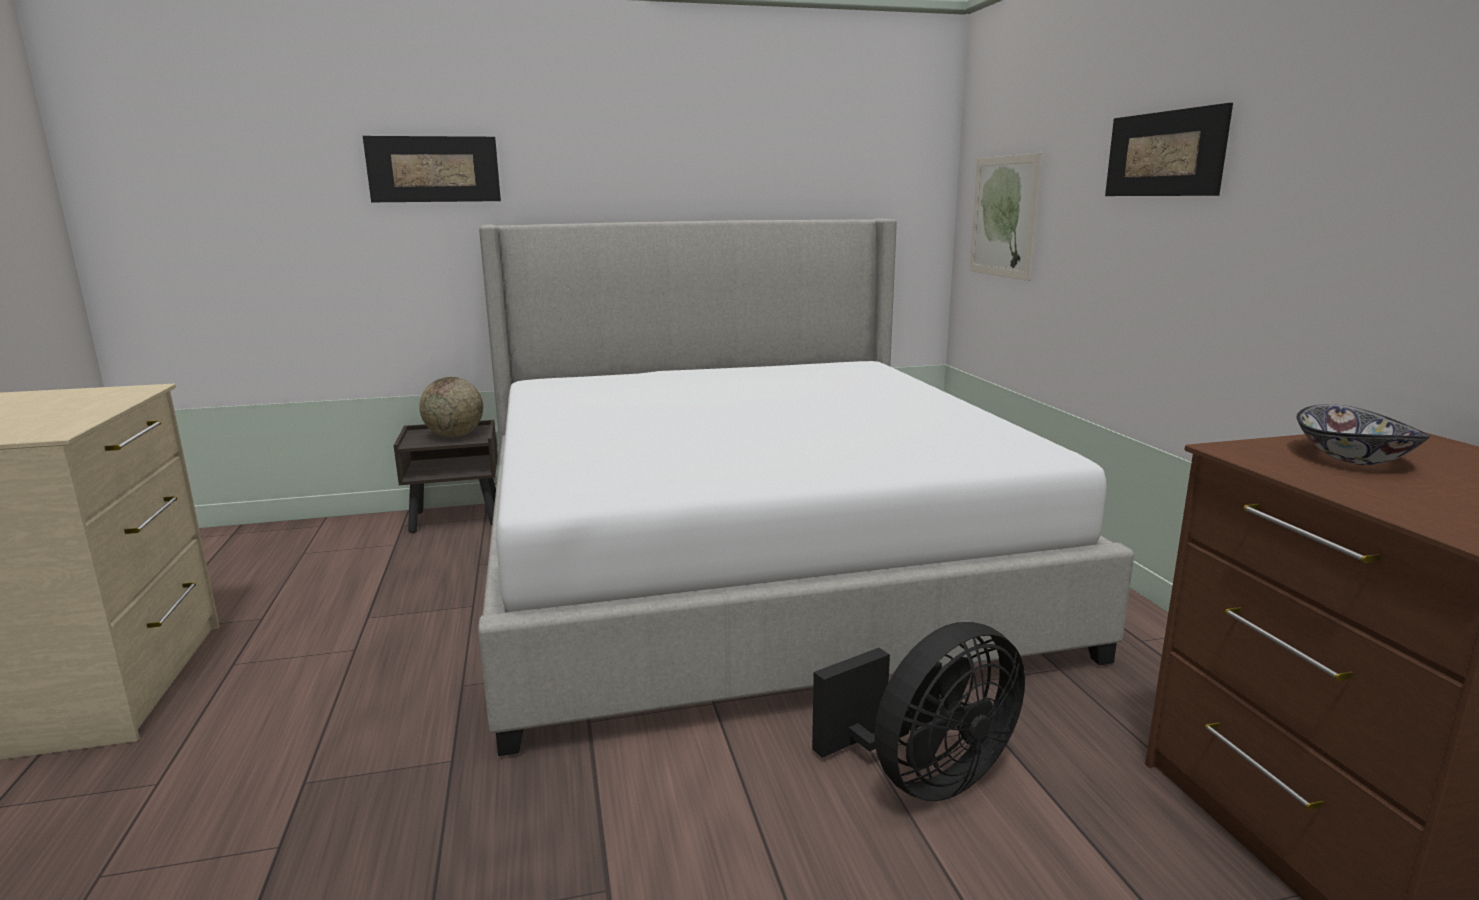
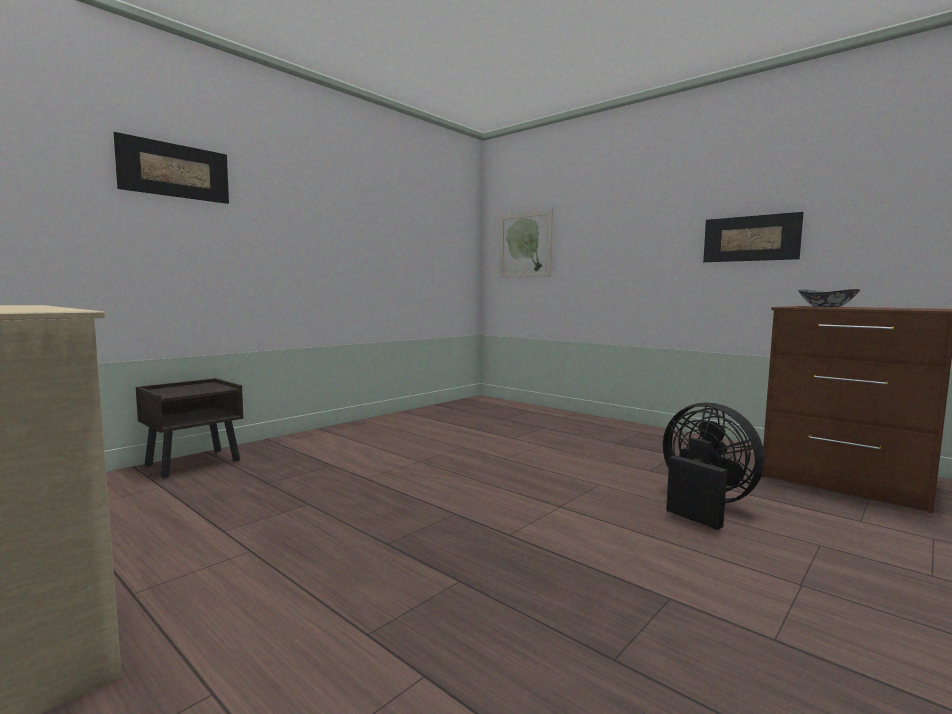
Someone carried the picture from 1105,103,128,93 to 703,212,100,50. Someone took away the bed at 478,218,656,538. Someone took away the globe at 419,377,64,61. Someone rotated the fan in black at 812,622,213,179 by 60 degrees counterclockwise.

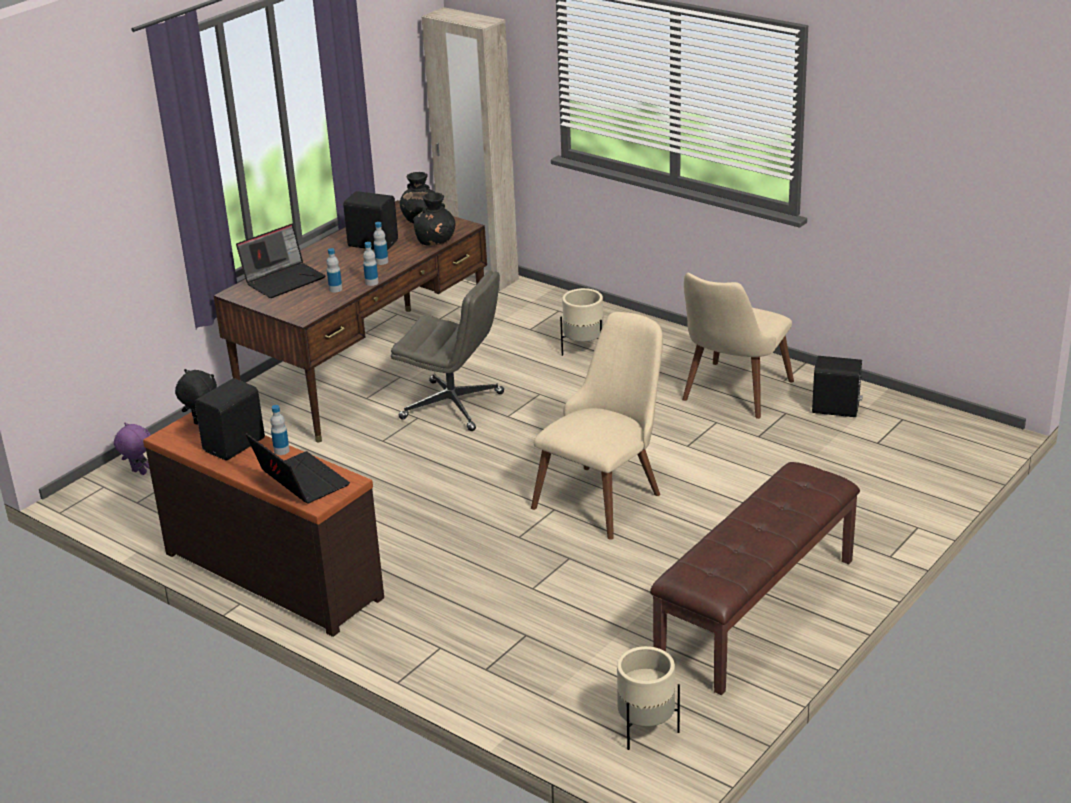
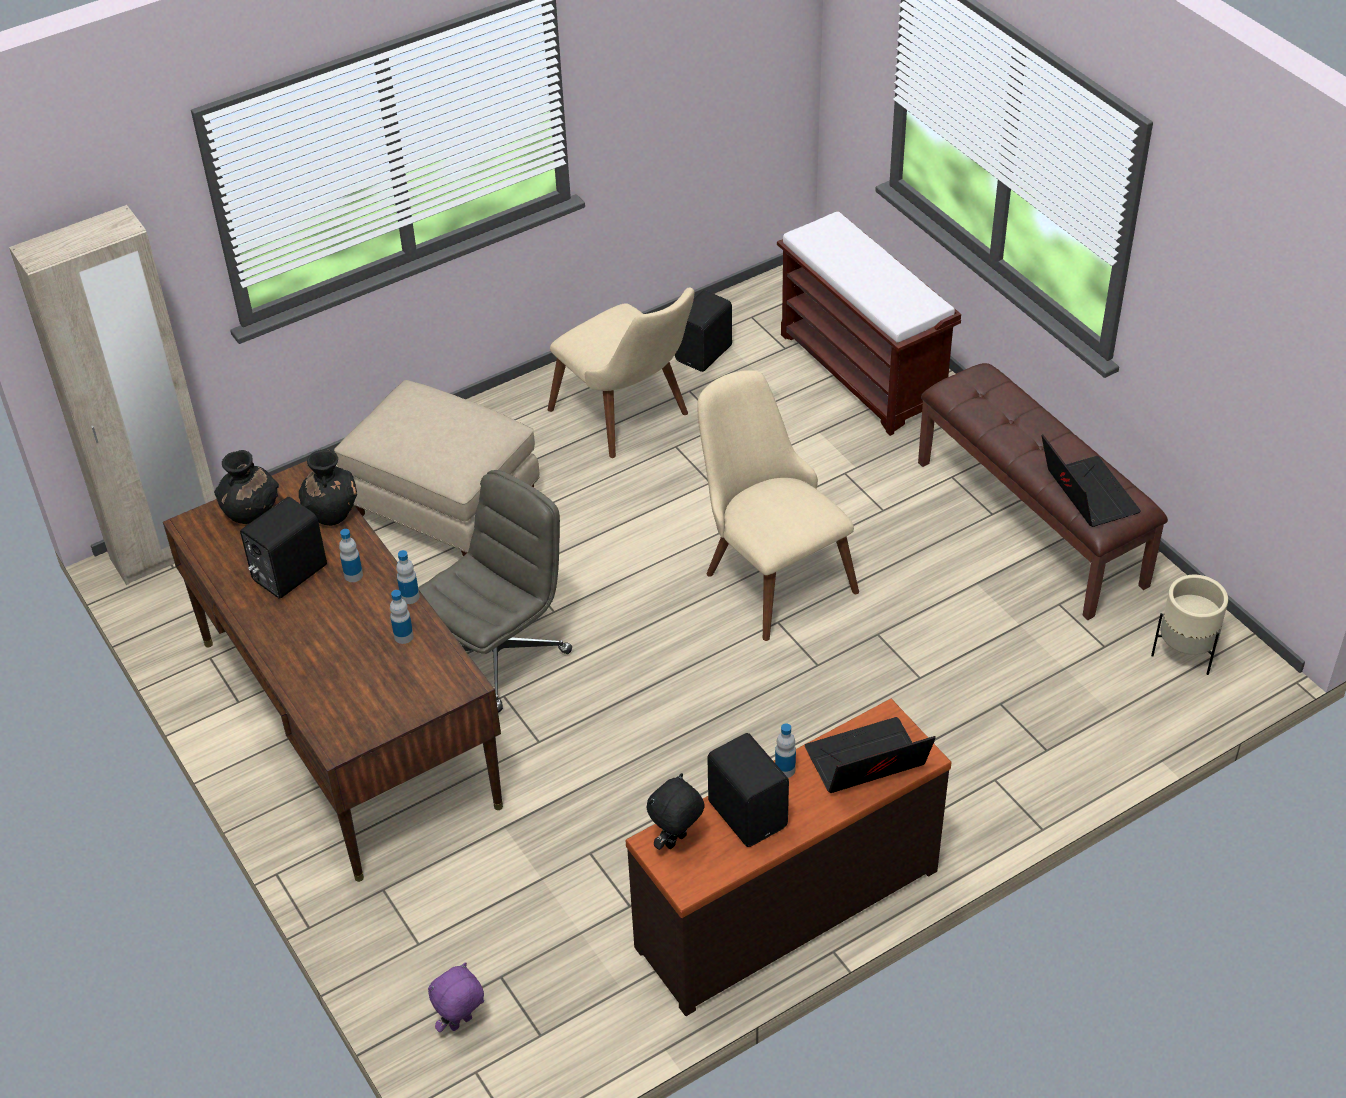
Someone carried the laptop from 236,224,90,74 to 1041,434,100,93. Someone swapped the planter in beige at 560,288,44,68 for the ottoman in beige at 334,380,205,177. Someone put down the bench in brown at 777,211,184,225.

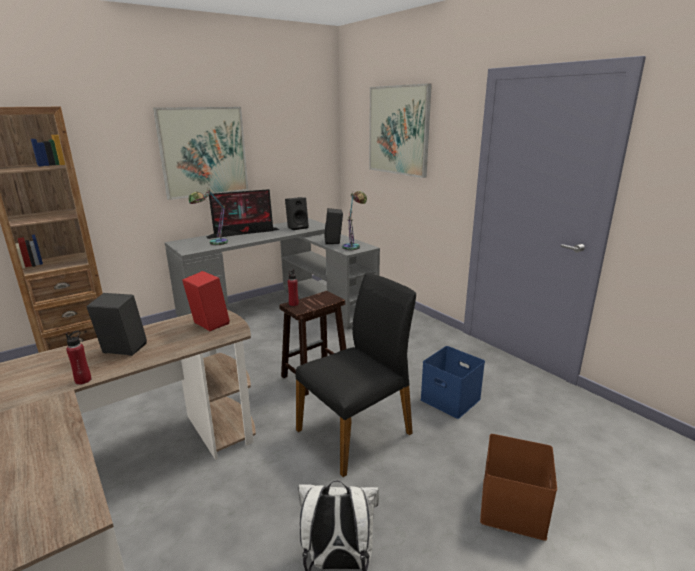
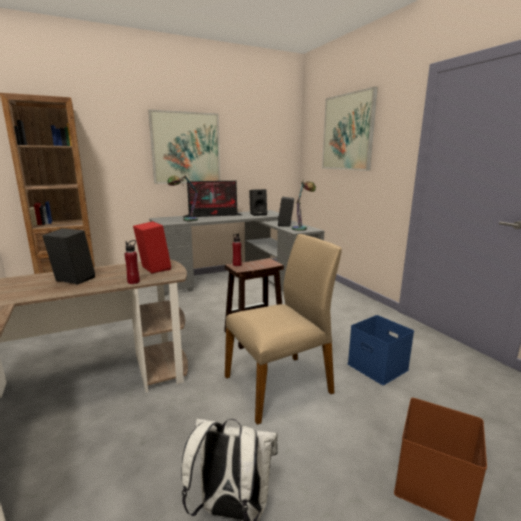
Someone repainted the chair in black at 296,273,120,204, which became the chair in beige at 225,234,117,191. Someone carried the bottle in red from 66,331,25,54 to 125,240,15,44.

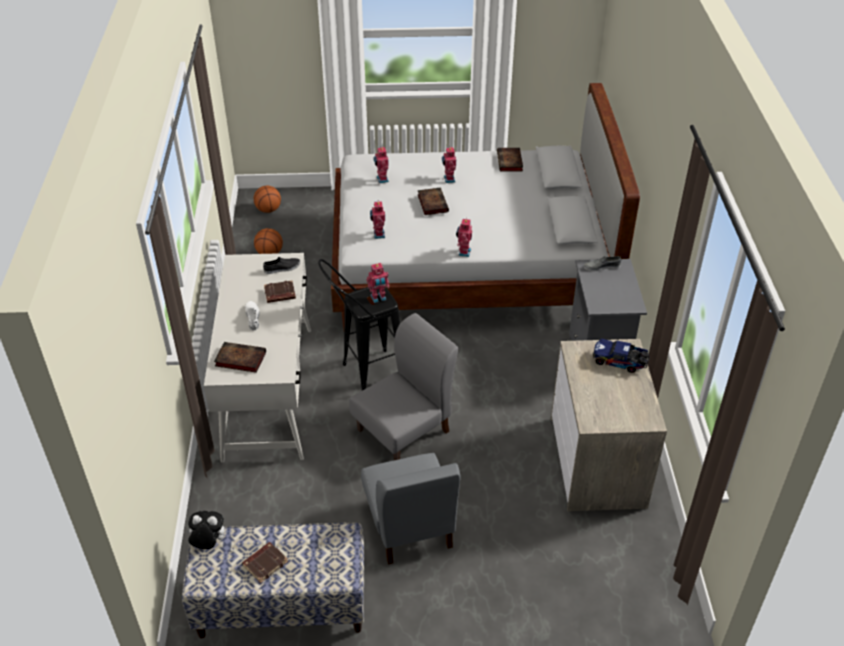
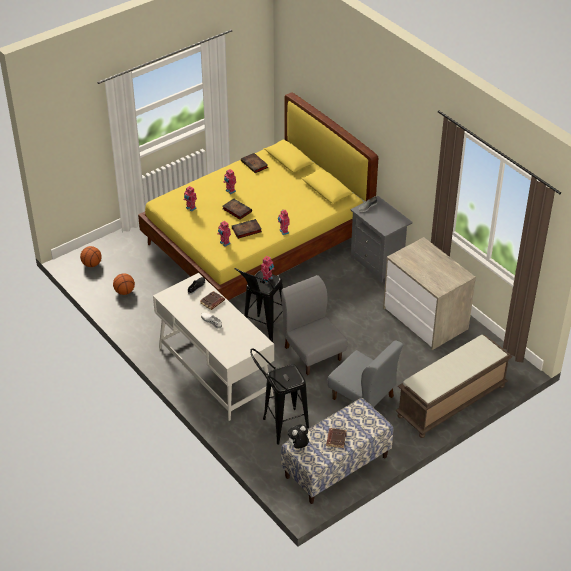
Someone repainted the bed in white at 331,83,309,246, which became the bed in yellow at 138,93,240,207. Someone rotated the chair in grey at 349,313,109,147 by 45 degrees counterclockwise. Someone took away the toy truck at 593,338,57,35. Someone carried the book from 214,342,52,31 to 232,219,30,20. Someone put down the bench in brown at 396,334,116,104. Someone put down the stool in black at 250,348,59,97.

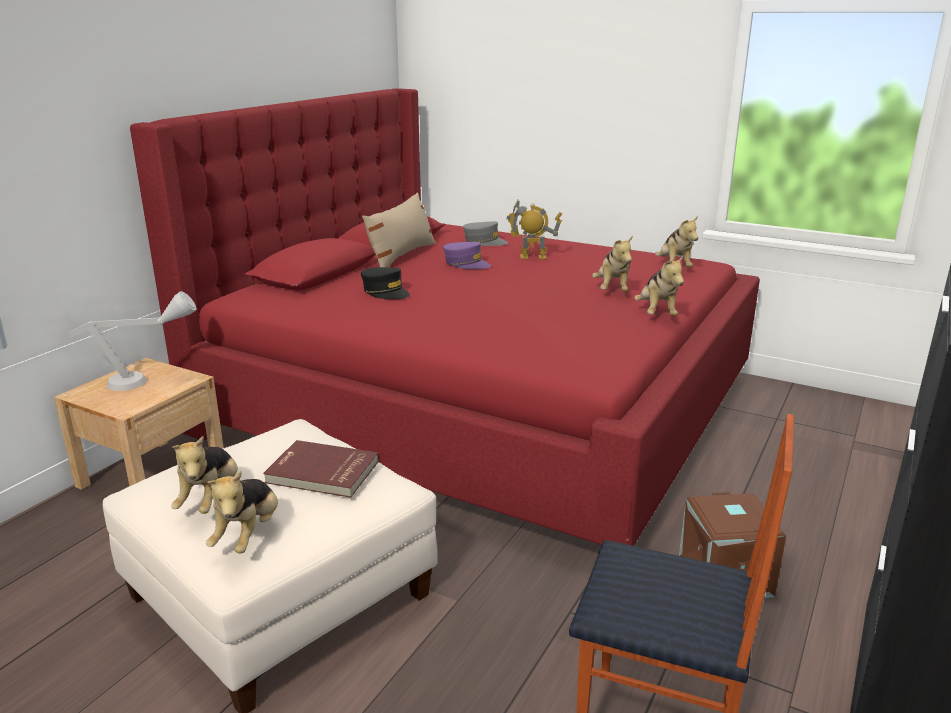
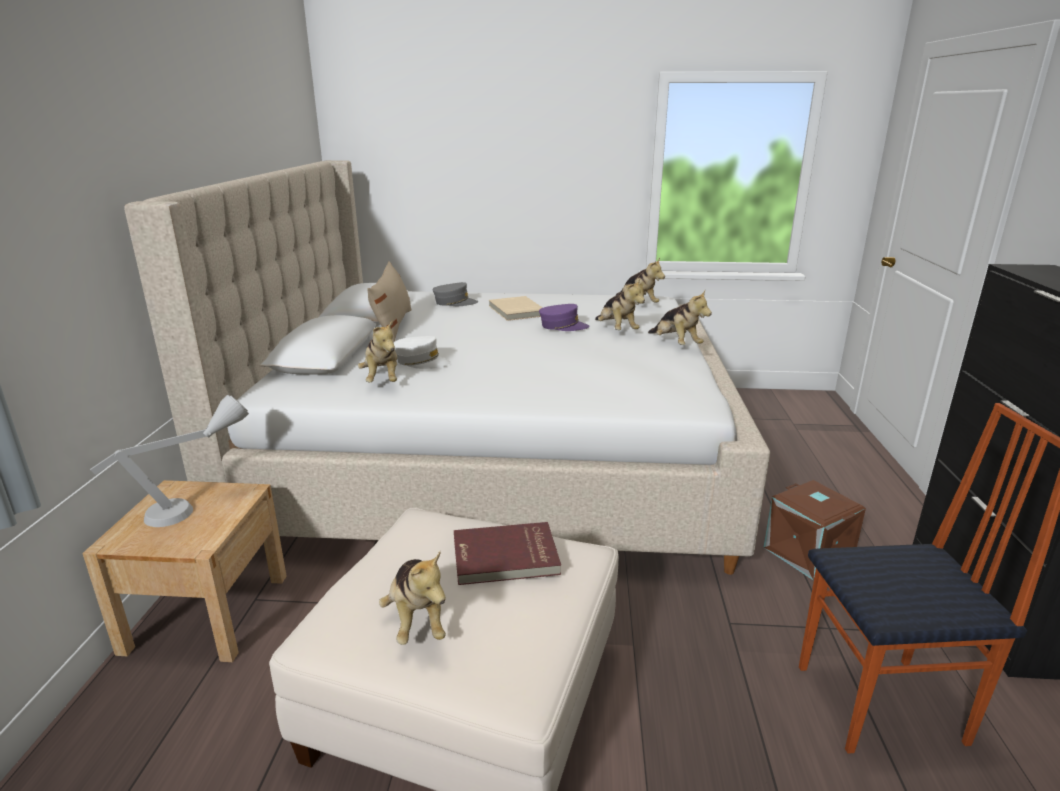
Someone repainted the bed in red at 130,88,630,458, which became the bed in beige at 124,160,646,415. Someone swapped the toy robot at 507,200,55,59 for the book in beige at 489,296,54,25. Someone carried the cap in purple from 443,242,48,27 to 539,304,50,27. Someone repainted the cap in black at 361,267,49,32, which became the cap in white at 394,336,57,33. Someone carried the plush toy from 206,471,72,83 to 358,320,39,62.

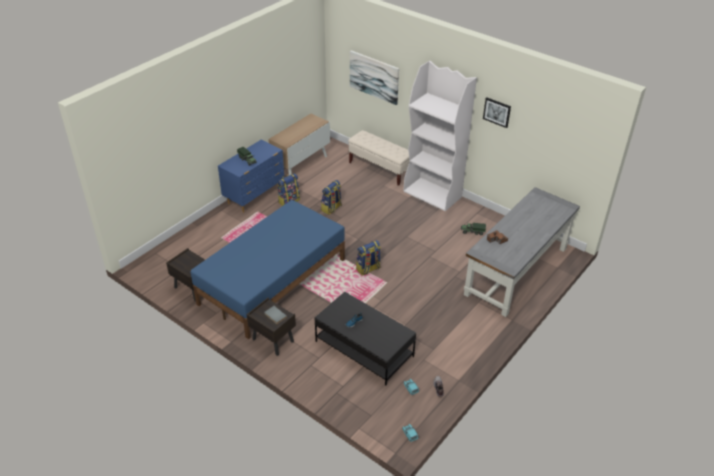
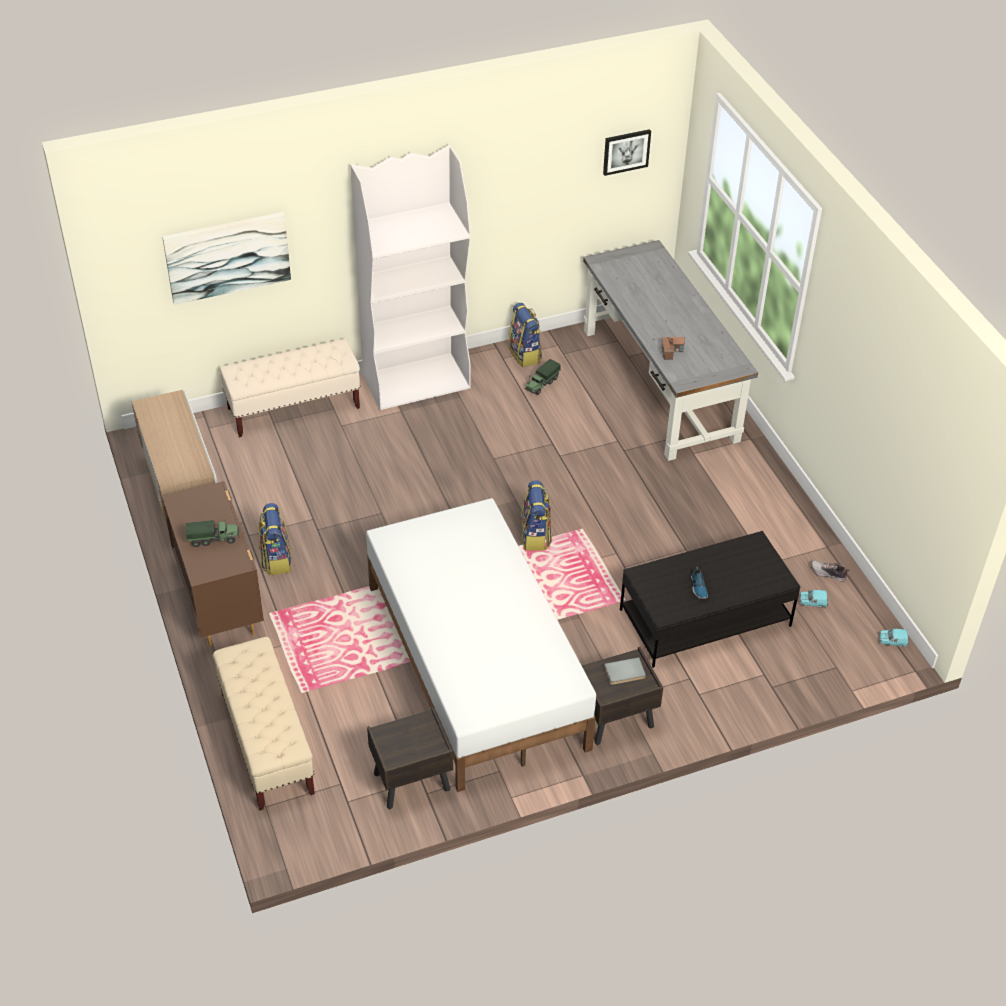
Someone carried the picture from 483,98,28,30 to 603,129,48,47. Someone repainted the dresser in blue at 218,140,66,73, which became the dresser in brown at 162,481,102,166. Someone carried the backpack from 321,180,21,35 to 509,303,33,64. Someone repainted the bed in blue at 190,200,155,139, which became the bed in white at 366,498,230,294. Someone put down the bench in beige at 213,637,102,173.

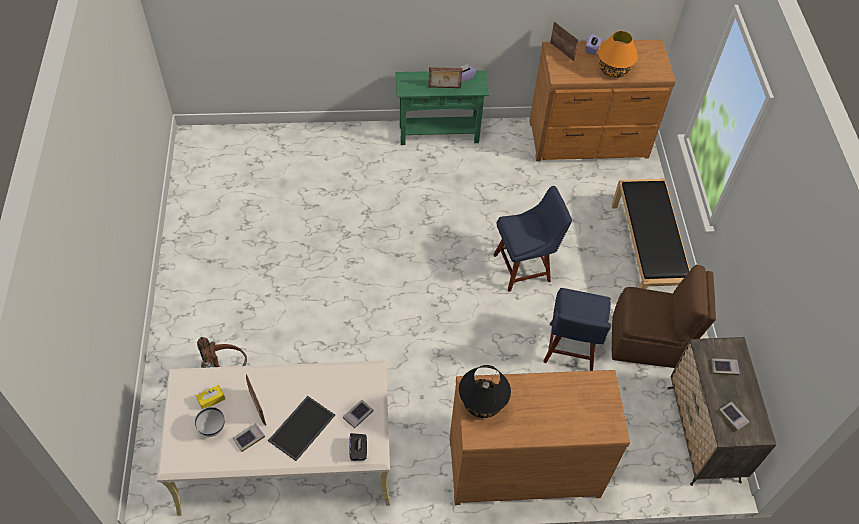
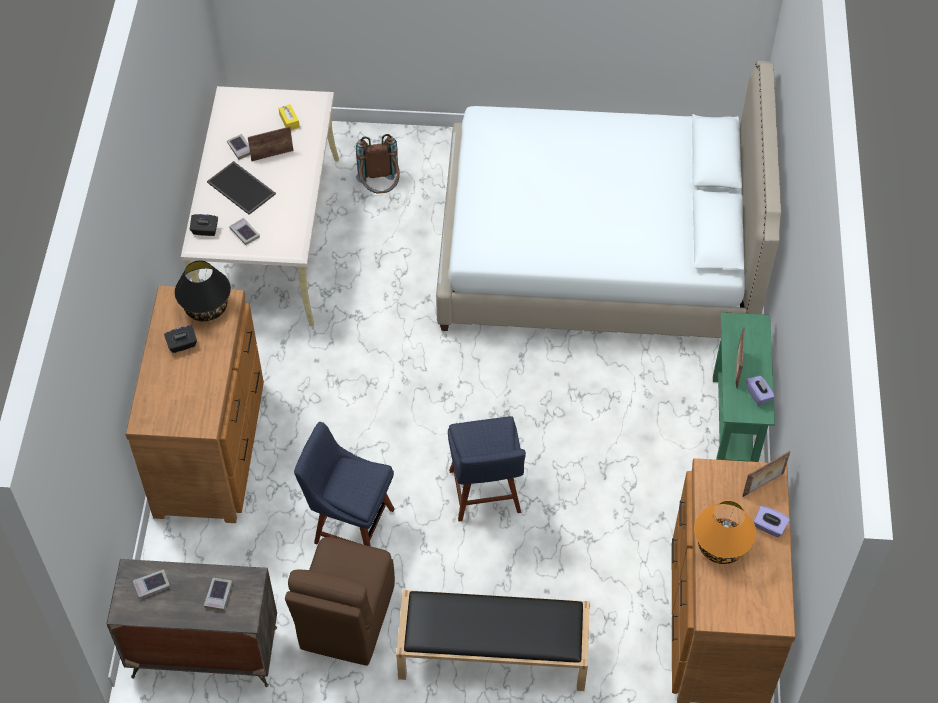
Someone took away the bowl in white at 194,407,31,30. Someone put down the bed in white at 436,61,345,277. Someone put down the tissue box in black at 164,326,33,27.

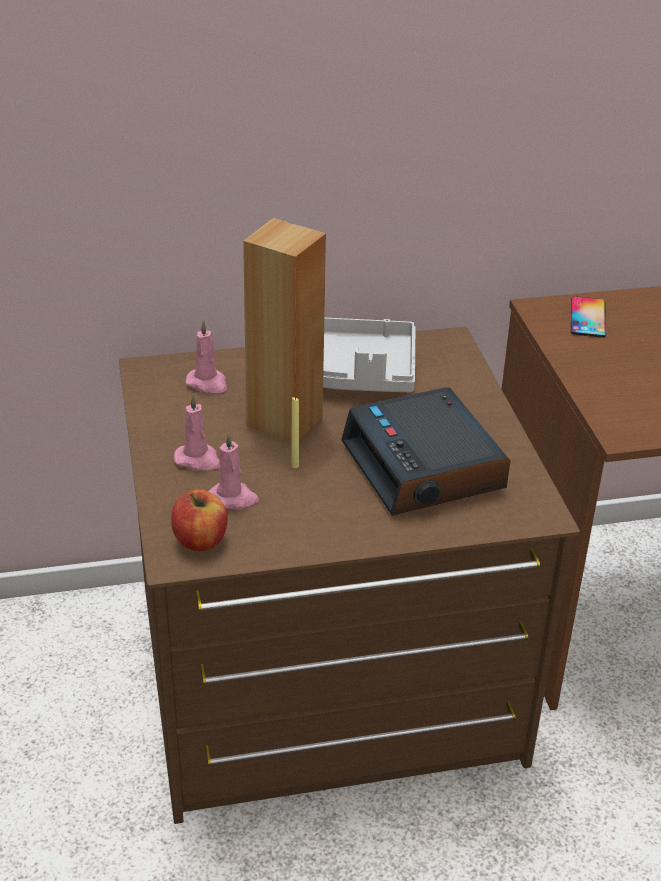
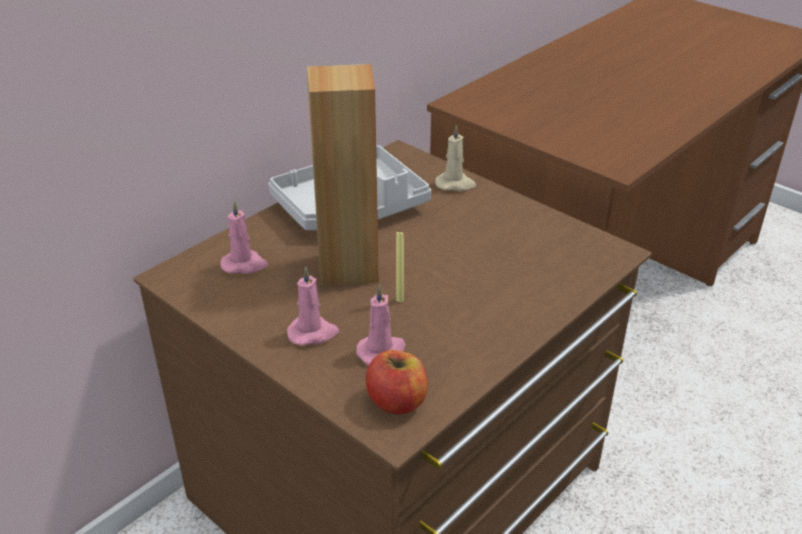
Someone took away the phone at 571,296,35,42. Someone took away the alarm clock at 341,387,169,129. Someone put down the candle in beige at 435,124,41,67.

